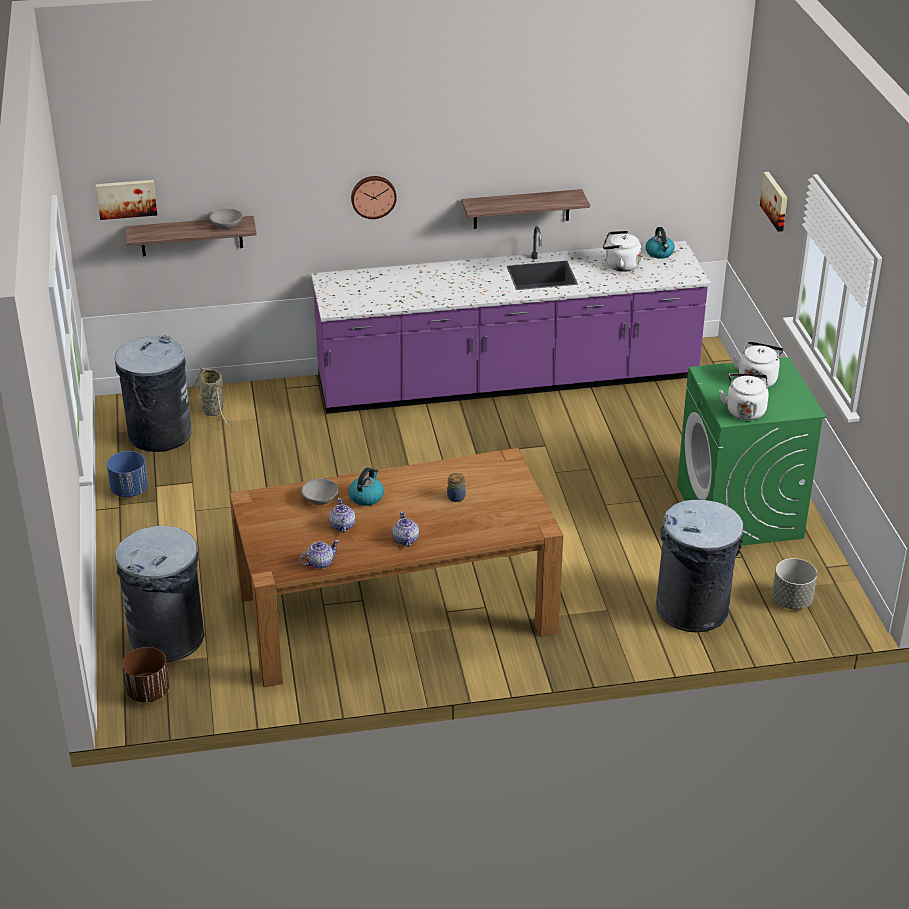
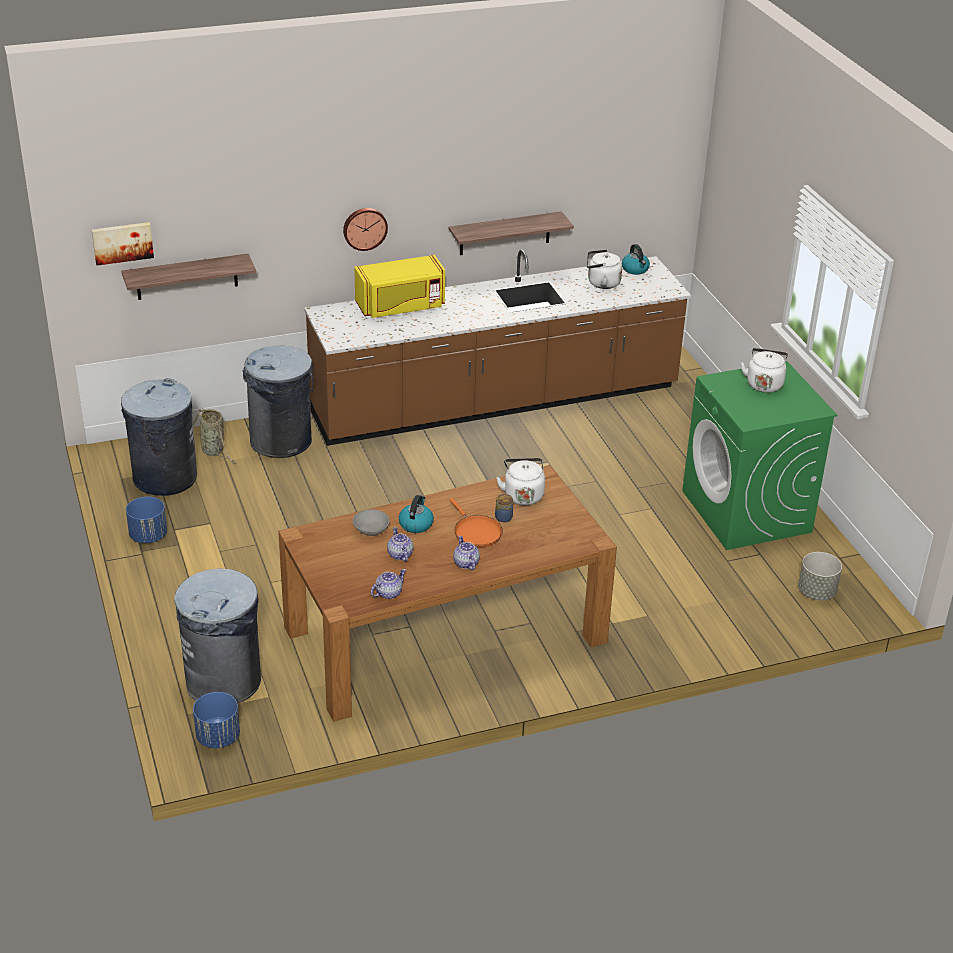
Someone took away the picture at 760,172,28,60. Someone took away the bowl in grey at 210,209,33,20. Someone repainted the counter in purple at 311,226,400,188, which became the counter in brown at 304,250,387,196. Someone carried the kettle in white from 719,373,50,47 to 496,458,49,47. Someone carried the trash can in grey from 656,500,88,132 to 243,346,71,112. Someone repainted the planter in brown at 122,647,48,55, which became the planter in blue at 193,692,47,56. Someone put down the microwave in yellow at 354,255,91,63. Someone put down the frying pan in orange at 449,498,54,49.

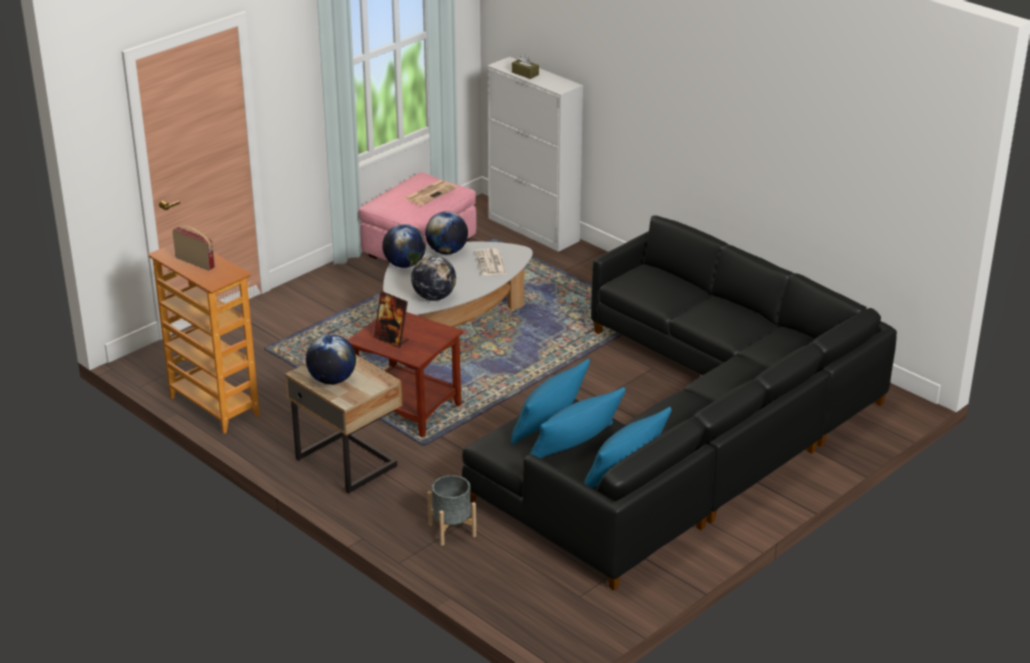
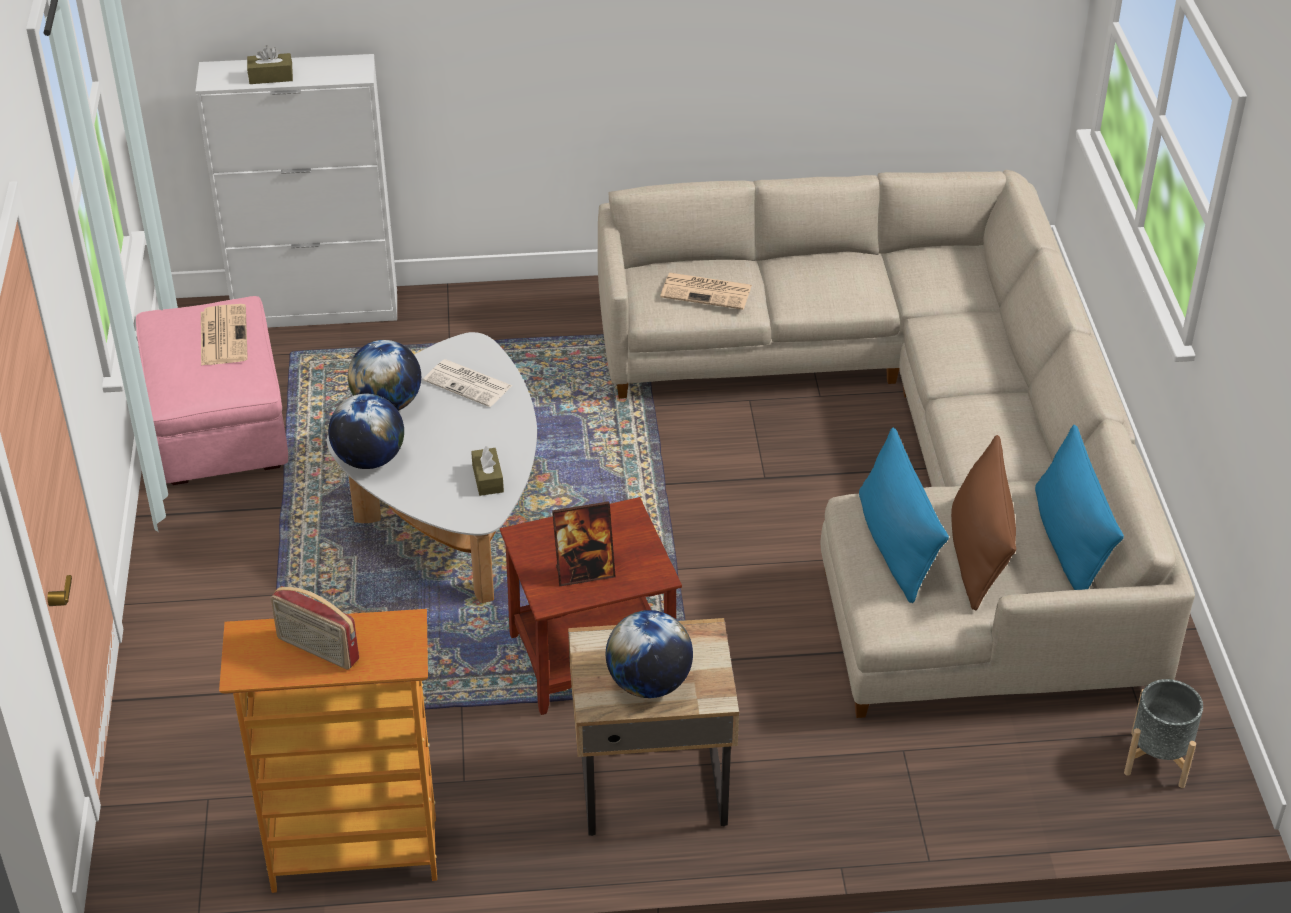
Someone repainted the sofa in black at 462,216,435,375, which became the sofa in beige at 598,170,597,548. Someone rotated the radio at 172,226,43,45 by 135 degrees counterclockwise. Someone swapped the globe at 411,256,45,45 for the tissue box in brown at 471,446,33,50. Someone repainted the pillow in blue at 530,387,95,71, which became the pillow in brown at 951,435,65,175. Someone carried the planter in grey from 427,475,49,71 to 1124,679,79,109. Someone put down the newspaper at 660,273,92,37.

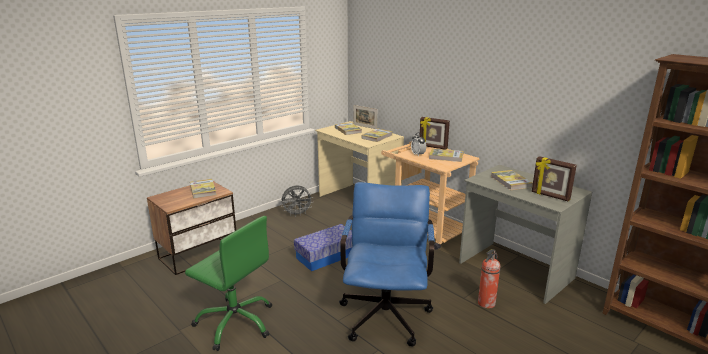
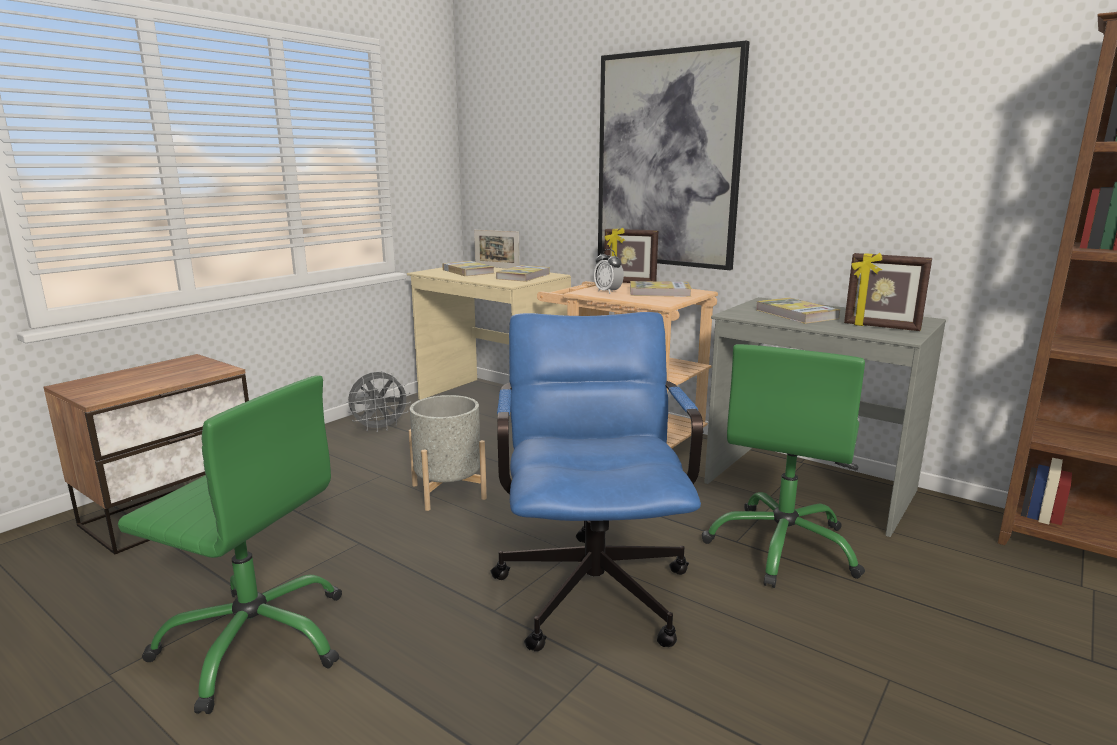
Someone took away the book at 190,179,27,20. Someone swapped the storage box at 294,224,58,47 for the planter in grey at 409,395,78,116. Someone swapped the fire extinguisher at 478,249,23,59 for the office chair in green at 702,344,163,244. Someone put up the picture at 598,40,152,230.

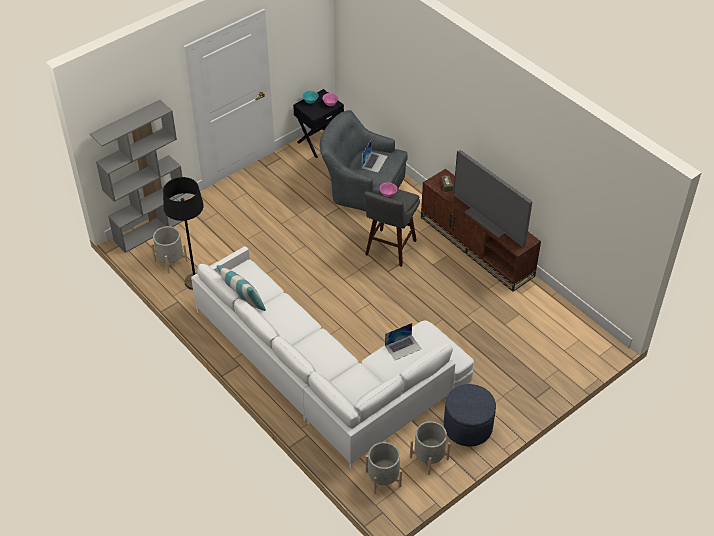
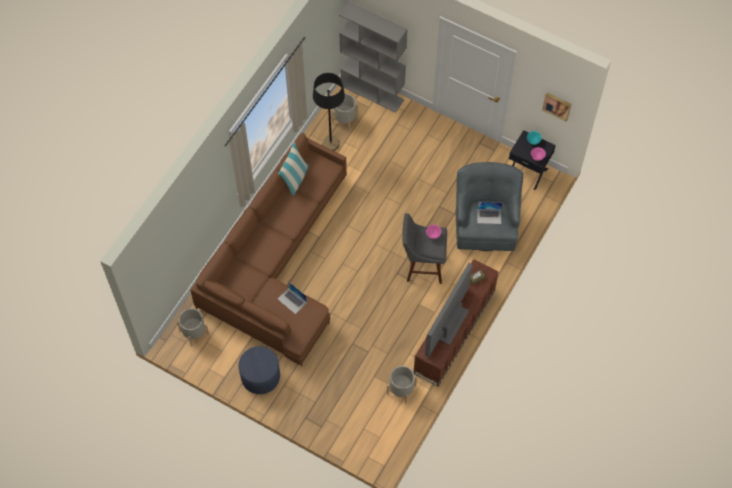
Someone repainted the sofa in white at 191,246,283,223, which became the sofa in brown at 190,133,157,233. Someone carried the planter in grey from 410,421,40,54 to 387,366,30,38. Someone put up the picture at 542,93,30,29.

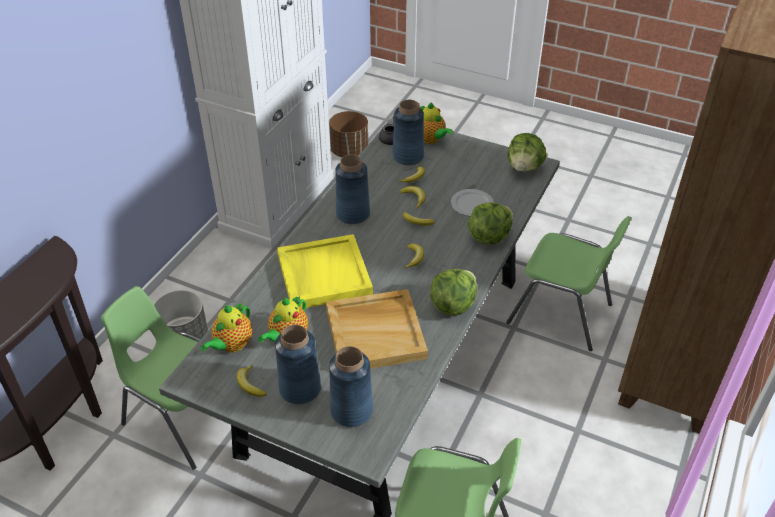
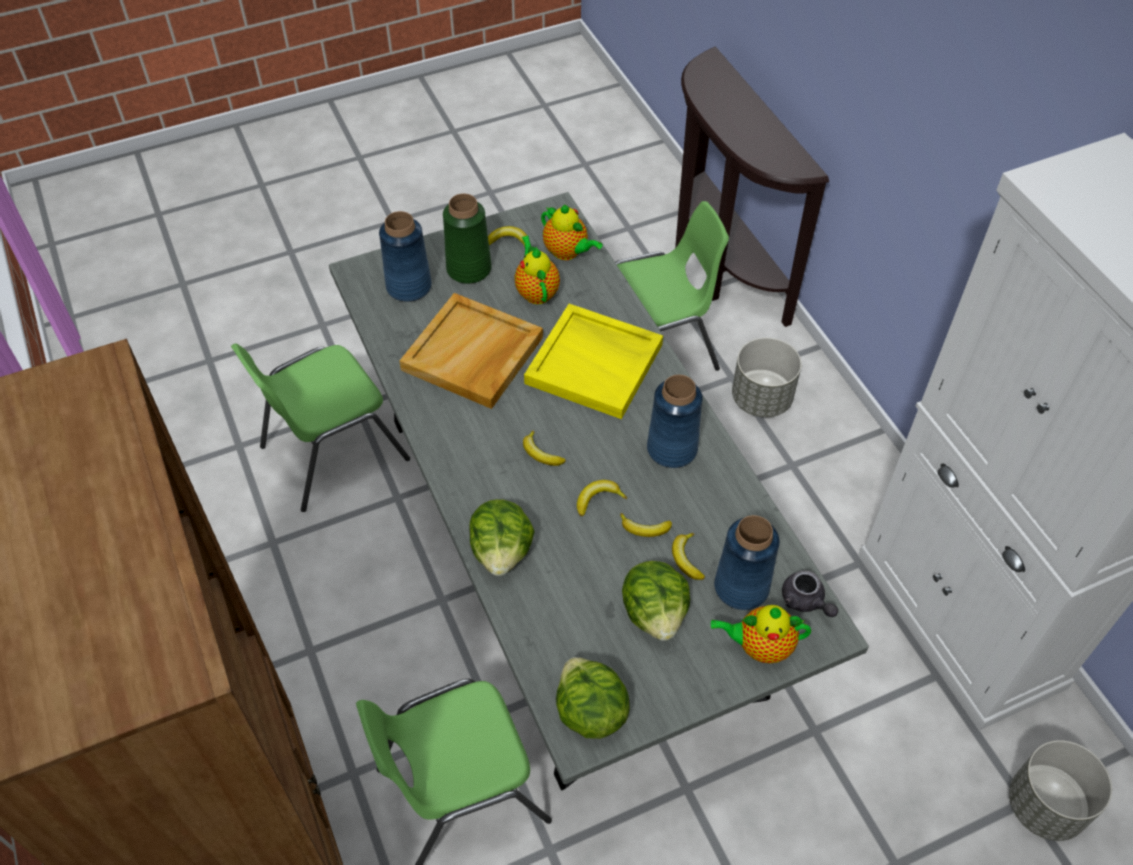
Someone repainted the planter in brown at 329,111,39,46, which became the planter in grey at 1009,740,103,101. Someone took away the plate at 451,189,43,27. Someone carried the lettuce from 430,269,47,47 to 622,561,68,80. Someone rotated the teapot at 201,303,51,49 by 150 degrees clockwise. Someone repainted the vase in blue at 275,325,46,79, which became the vase in green at 443,194,49,90.

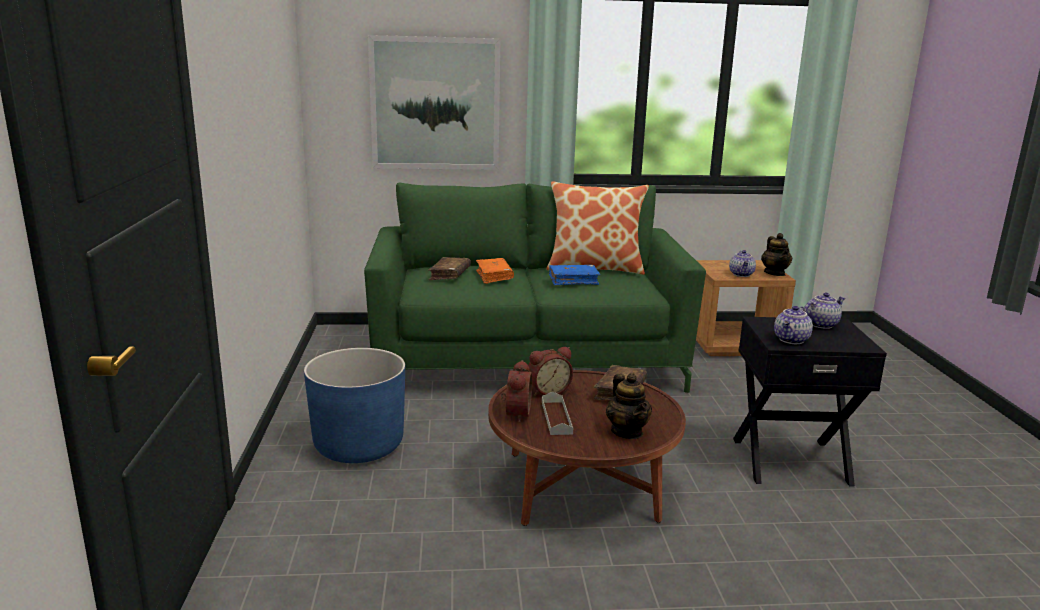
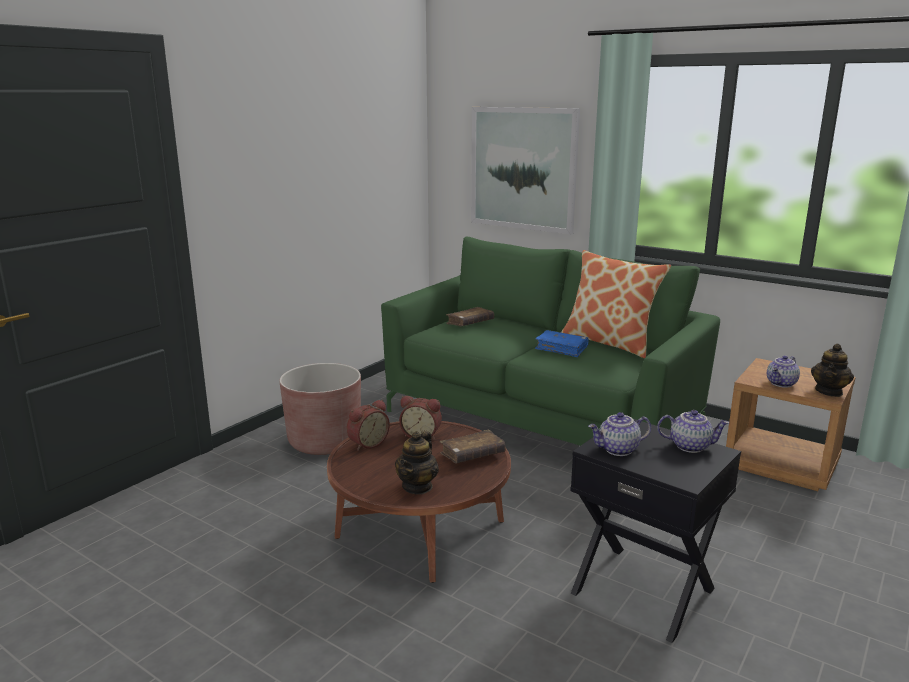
Someone took away the book in orange at 476,258,38,26. Someone repainted the planter in blue at 304,348,101,115, which became the planter in brown at 279,363,82,92. Someone took away the tray in grey at 542,391,31,44.

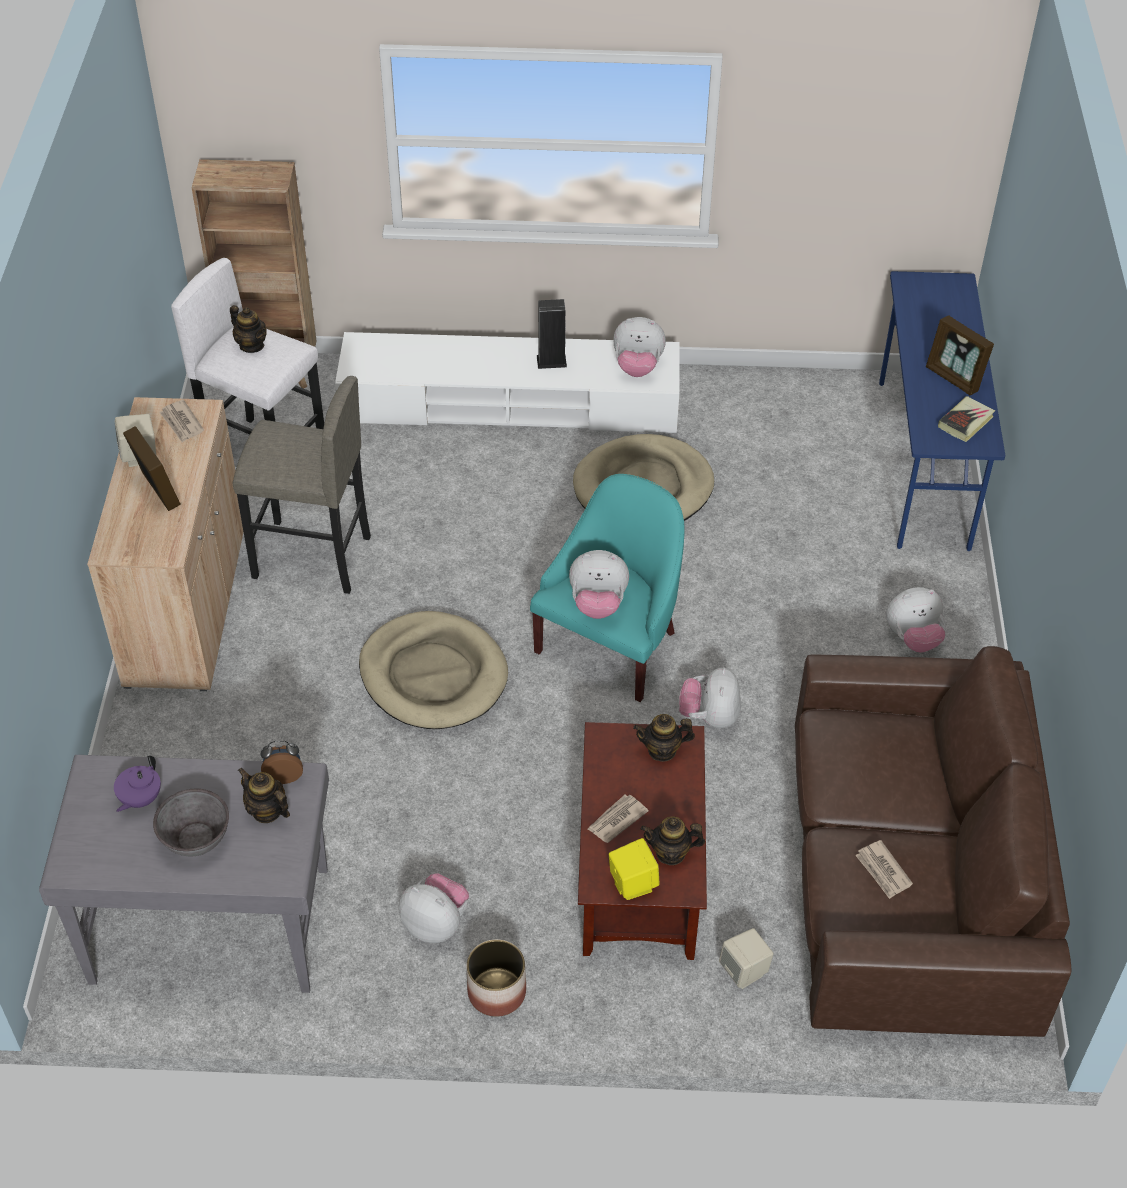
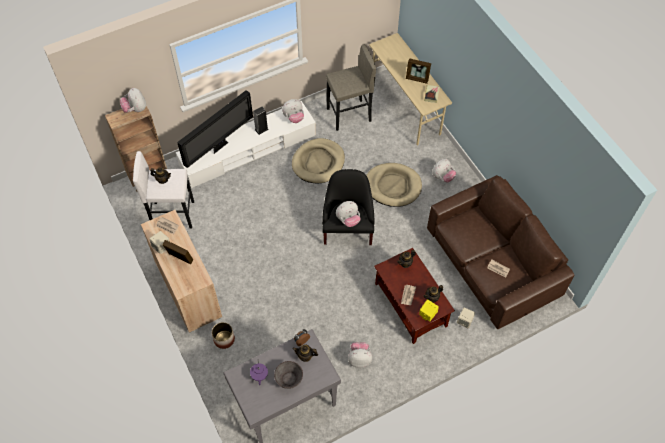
Someone repainted the desk in blue at 879,271,126,280, which became the desk in beige at 369,33,83,113. Someone carried the stool in grey from 233,376,138,218 to 326,44,50,87. Someone repainted the armchair in turquoise at 530,474,155,228, which became the armchair in black at 322,169,52,76. Someone carried the dog bed in beige from 359,611,149,118 to 366,163,56,44. Someone carried the plush toy from 679,667,62,61 to 120,88,26,25. Someone carried the planter from 466,939,60,78 to 212,322,23,27. Someone put down the television at 177,90,76,78.

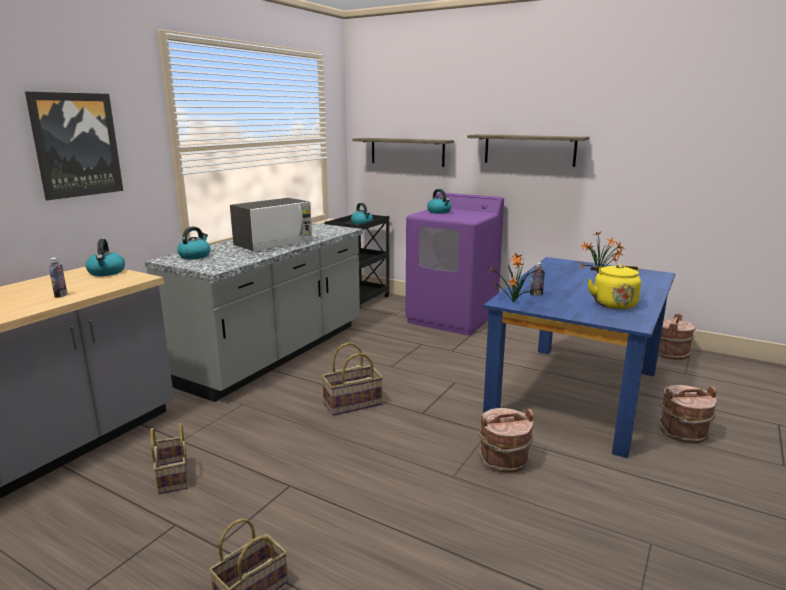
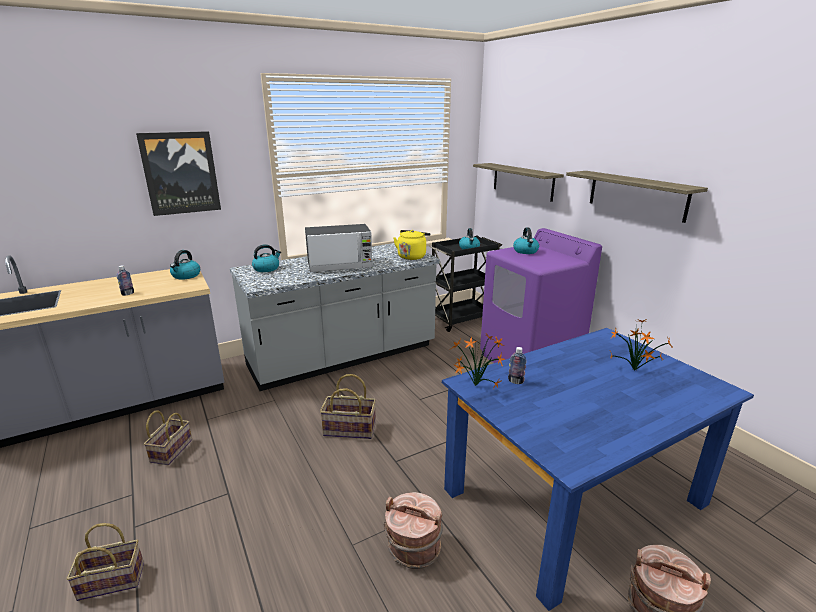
Someone carried the kettle in yellow from 588,264,53,45 to 393,230,37,30. Someone took away the bucket in brown at 658,314,38,46.

